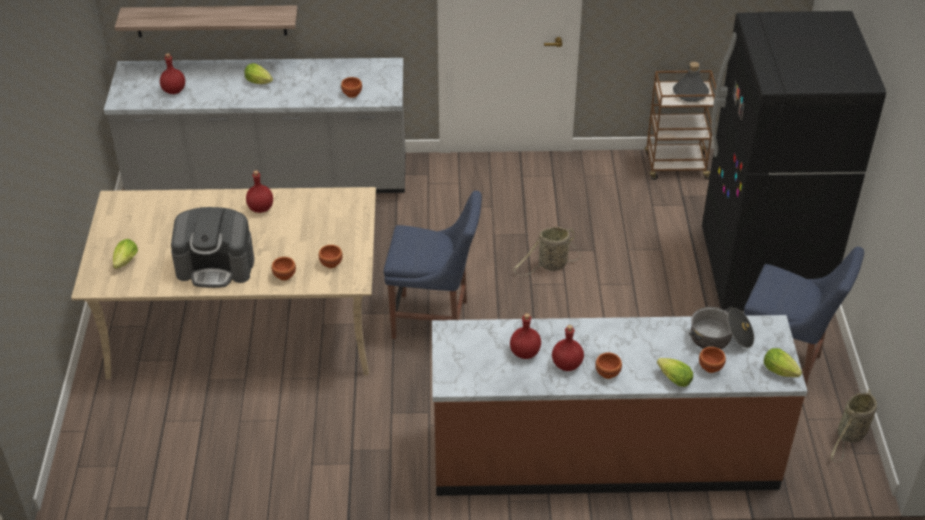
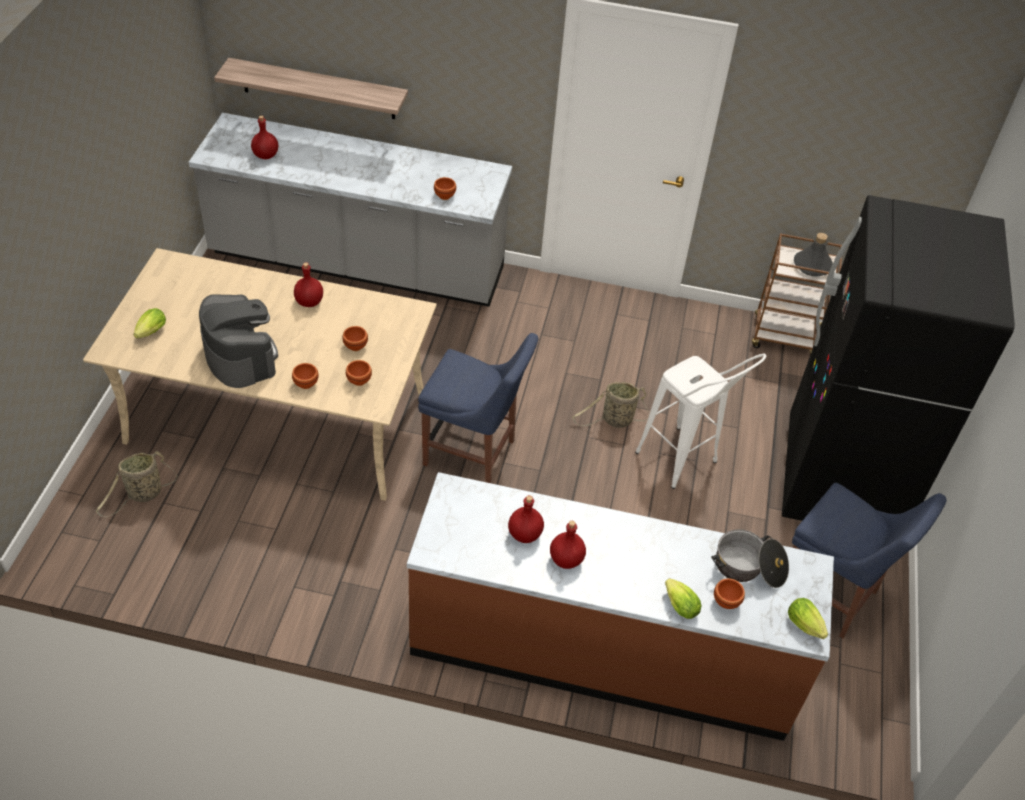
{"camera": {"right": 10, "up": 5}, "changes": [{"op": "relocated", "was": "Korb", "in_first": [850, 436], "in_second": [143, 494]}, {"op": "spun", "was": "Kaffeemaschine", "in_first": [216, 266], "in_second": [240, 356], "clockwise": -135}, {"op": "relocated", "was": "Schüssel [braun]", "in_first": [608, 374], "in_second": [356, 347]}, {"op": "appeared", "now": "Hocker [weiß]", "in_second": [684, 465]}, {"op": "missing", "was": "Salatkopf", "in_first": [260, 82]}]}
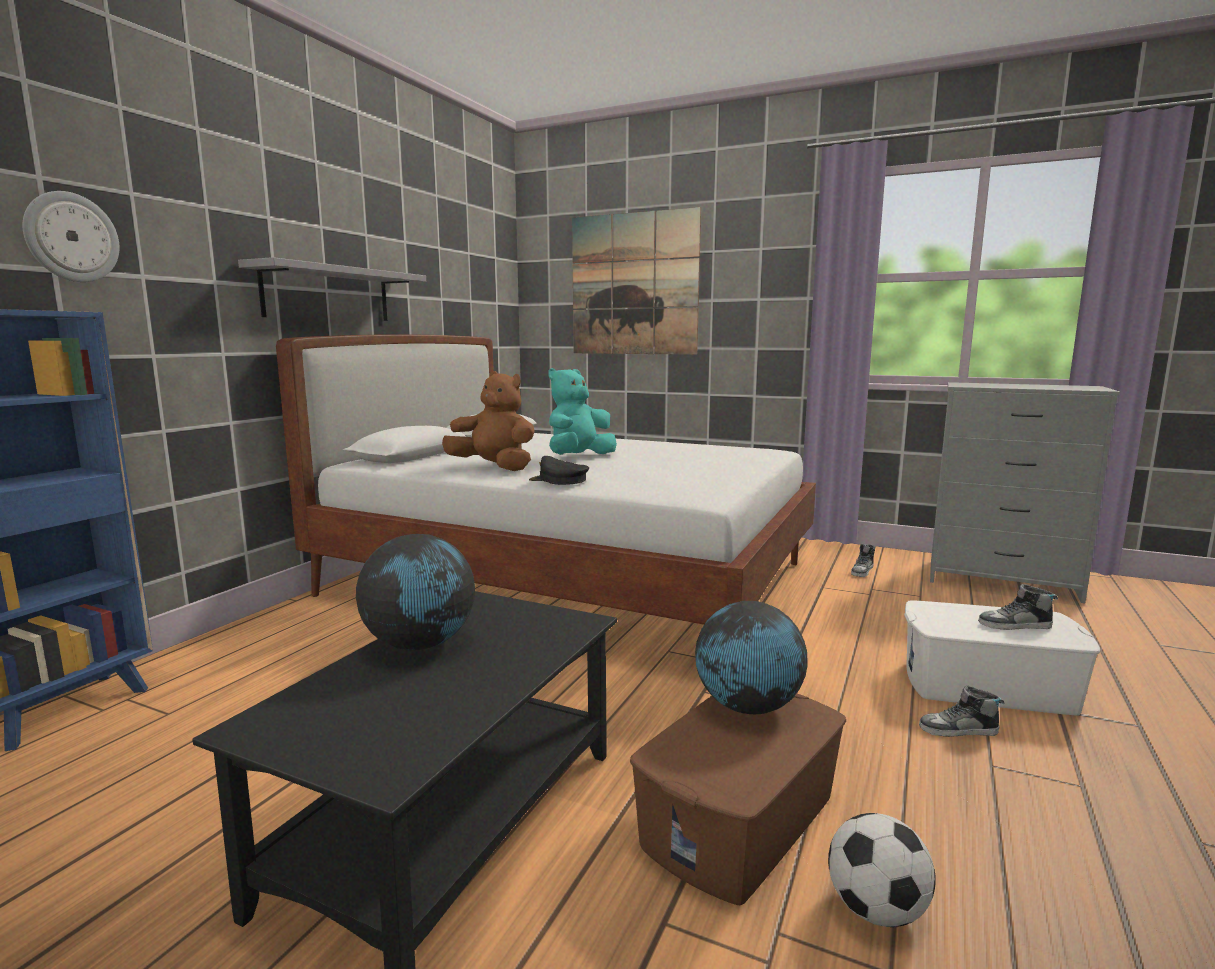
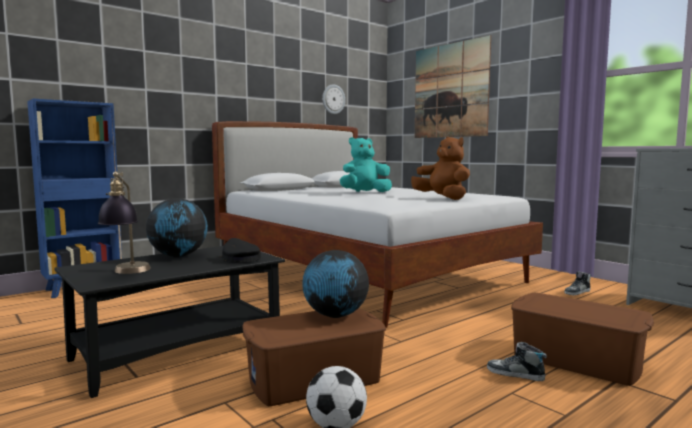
{"camera": {"right": 25, "up": -5}, "changes": [{"op": "appeared", "now": "Tischlampe", "in_second": [127, 273]}, {"op": "relocated", "was": "Kappe [schwarz]", "in_first": [558, 480], "in_second": [239, 259]}, {"op": "relocated", "was": "Wanduhr", "in_first": [71, 237], "in_second": [333, 99]}, {"op": "relocated", "was": "Plüschtier [braun]", "in_first": [494, 468], "in_second": [442, 198]}, {"op": "colour", "was": "Aufbewahrungsbox [weiß]", "now": "Aufbewahrungsbox [braun]", "in_first": [988, 687], "in_second": [576, 360]}, {"op": "missing", "was": "Wandregal [grau]", "in_first": [328, 294]}, {"op": "missing", "was": "Schuh", "in_first": [1015, 625]}]}
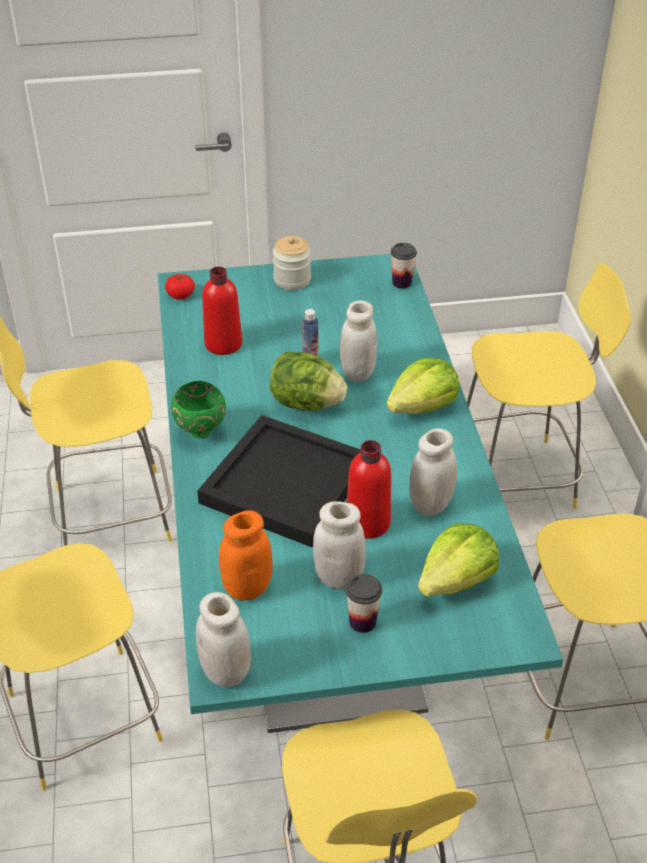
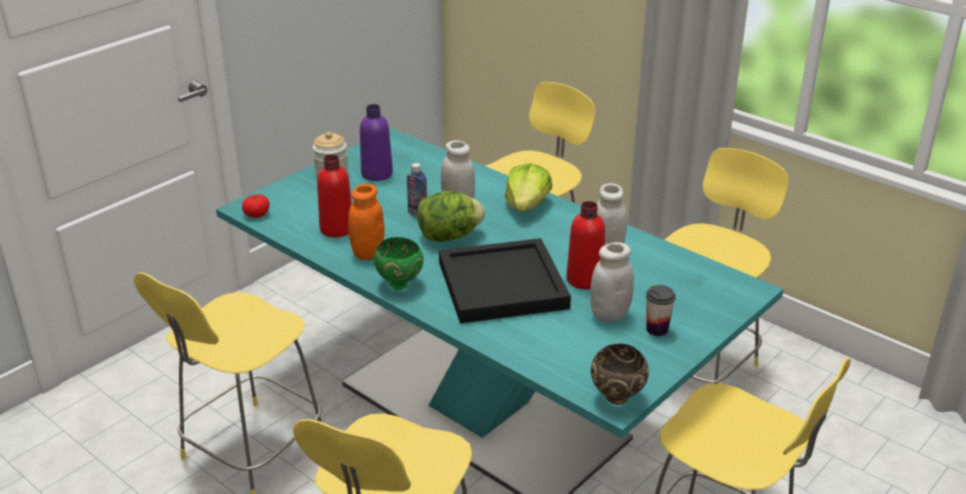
{"camera": {"right": -40, "up": -10}, "changes": [{"op": "relocated", "was": "Vorratsglas [orange]", "in_first": [247, 588], "in_second": [368, 253]}, {"op": "appeared", "now": "Flasche [lila]", "in_second": [377, 174]}, {"op": "exchanged", "was": "Vorratsglas [weiß]", "now": "Schüssel [braun]", "in_first": [226, 672], "in_second": [617, 399]}, {"op": "missing", "was": "Tasse", "in_first": [401, 283]}, {"op": "missing", "was": "Salatkopf", "in_first": [456, 580]}]}
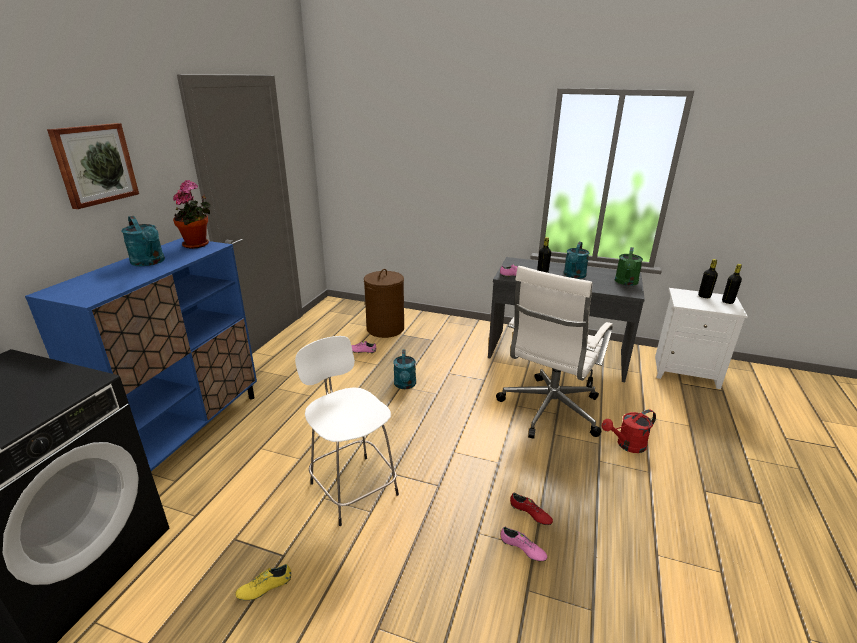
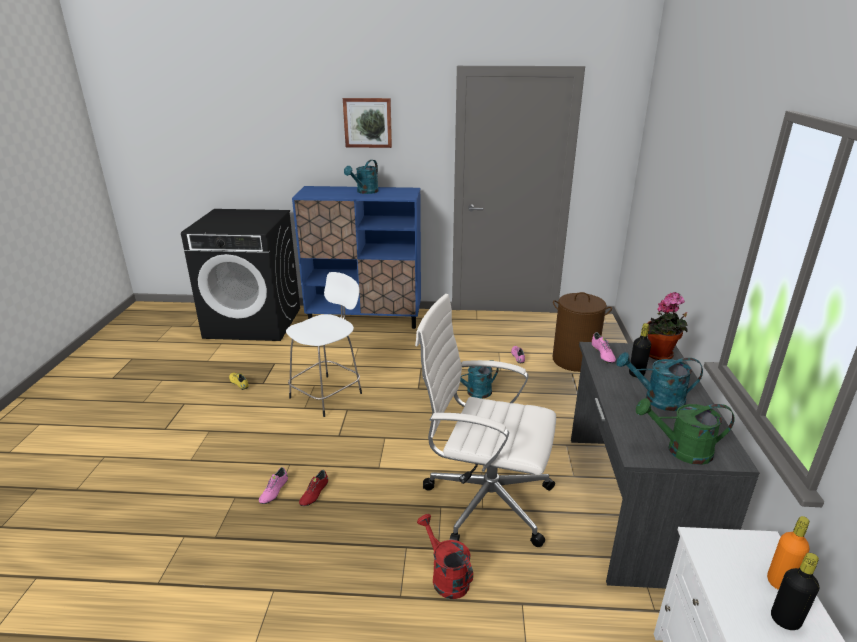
{"camera": {"right": 75, "up": 0}, "changes": [{"op": "relocated", "was": "Topfpflanze", "in_first": [198, 245], "in_second": [660, 356]}, {"op": "colour", "was": "Flasche [schwarz]", "now": "Flasche [orange]", "in_first": [704, 296], "in_second": [779, 581]}]}
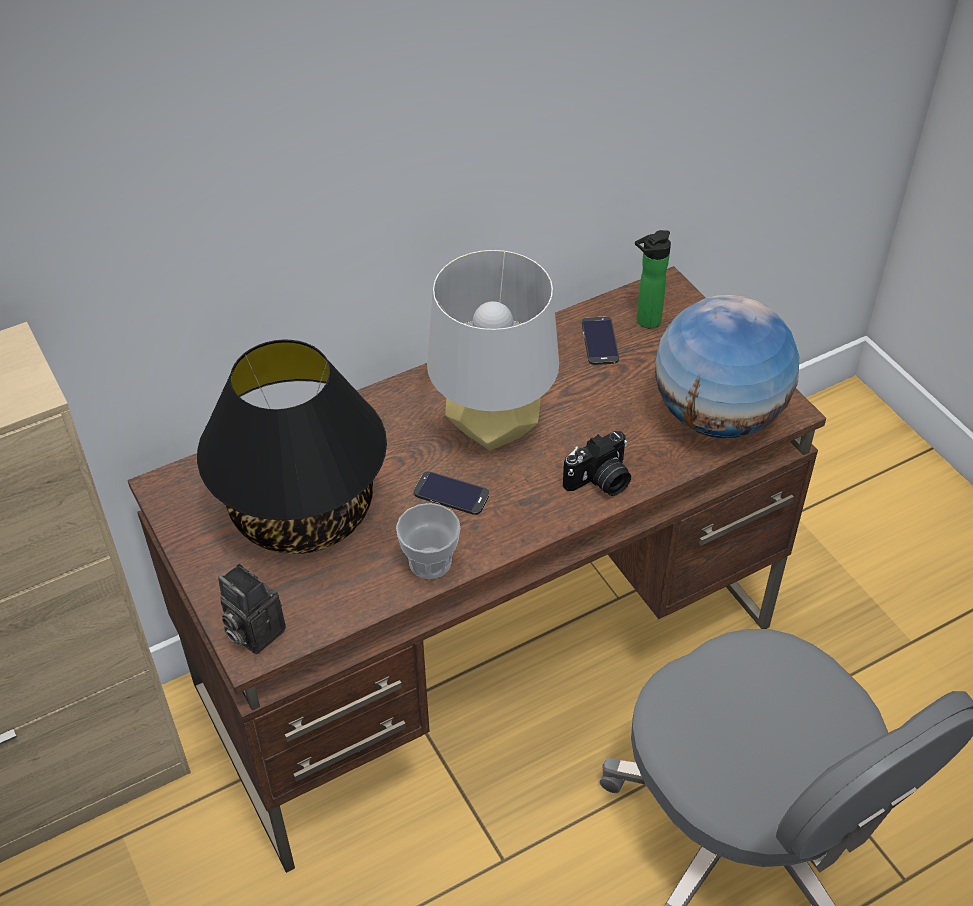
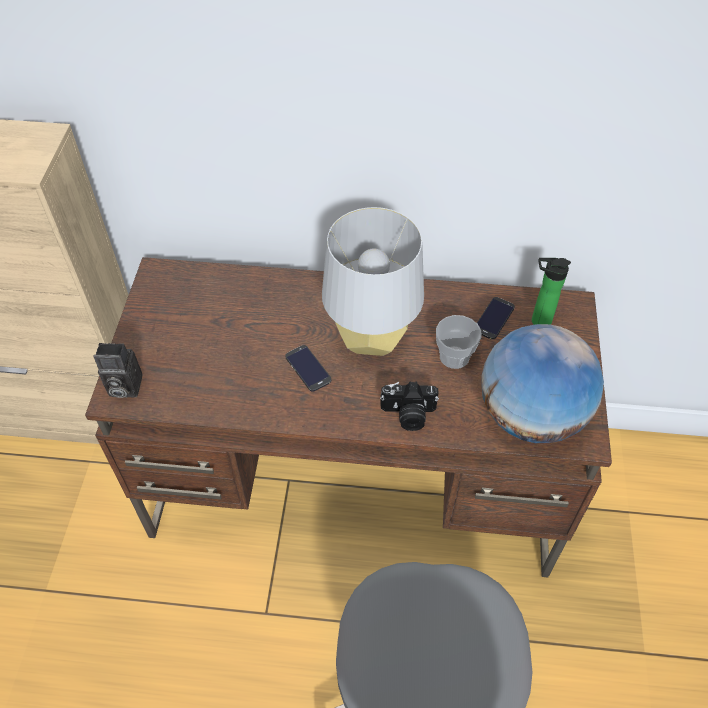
{"camera": {"right": 35, "up": 5}, "changes": [{"op": "spun", "was": "Kamera", "in_first": [252, 631], "in_second": [123, 387], "clockwise": -75}, {"op": "relocated", "was": "Tasse", "in_first": [430, 562], "in_second": [454, 356]}, {"op": "missing", "was": "Tischlampe [schwarz]", "in_first": [301, 512]}]}
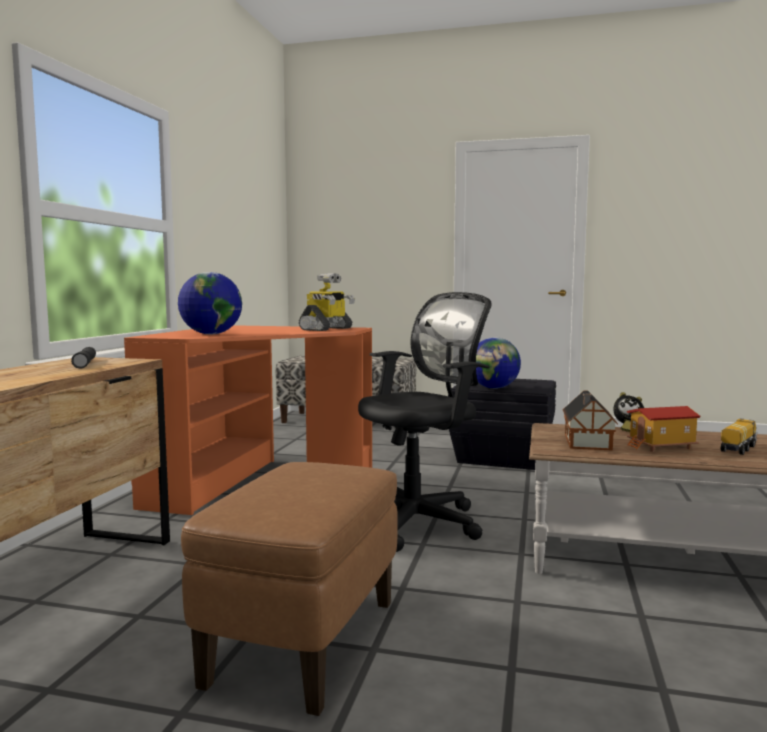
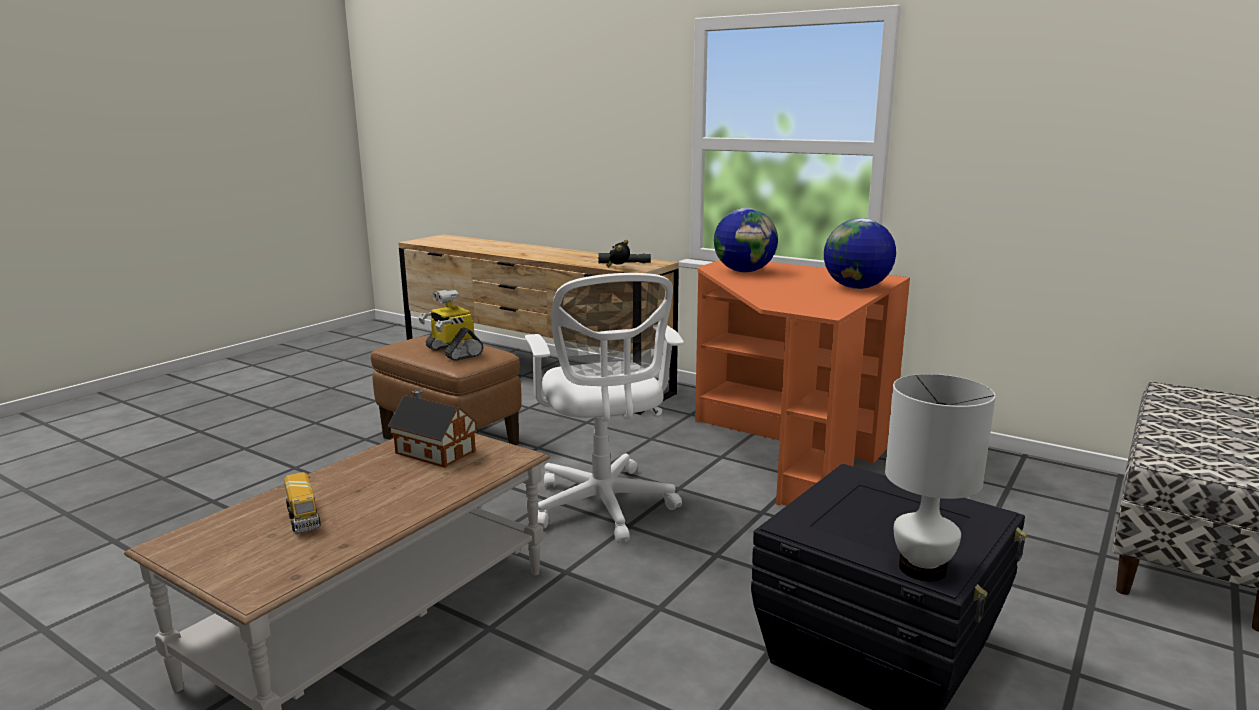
{"camera": {"right": 110, "up": 10}, "changes": [{"op": "relocated", "was": "Spielzeugroboter", "in_first": [326, 329], "in_second": [453, 352]}, {"op": "colour", "was": "Bürostuhl [schwarz]", "now": "Bürostuhl [weiß]", "in_first": [417, 522], "in_second": [604, 508]}, {"op": "relocated", "was": "Wecker", "in_first": [626, 429], "in_second": [618, 268]}, {"op": "relocated", "was": "Globus", "in_first": [494, 388], "in_second": [856, 288]}, {"op": "appeared", "now": "Tischlampe [weiß]", "in_second": [923, 569]}, {"op": "missing", "was": "Spielzeughaus", "in_first": [661, 447]}]}
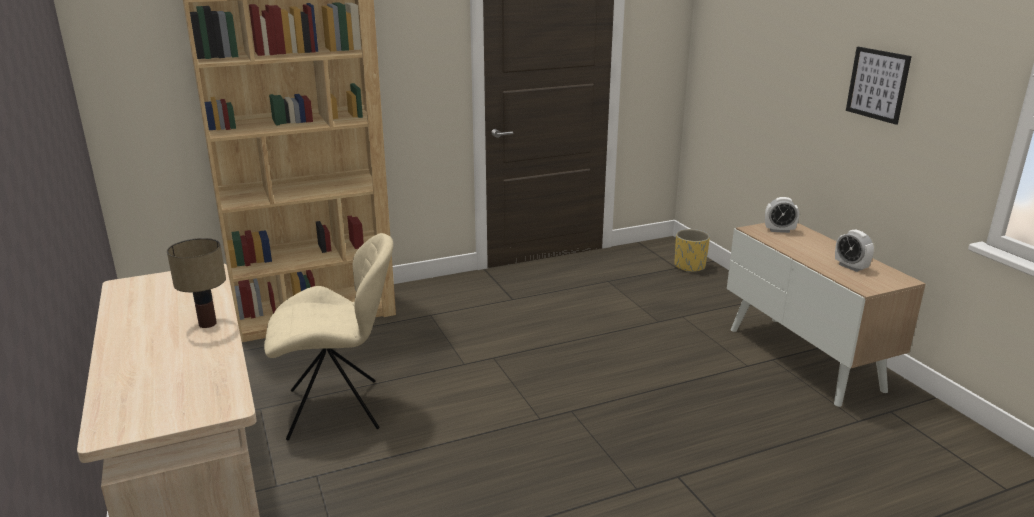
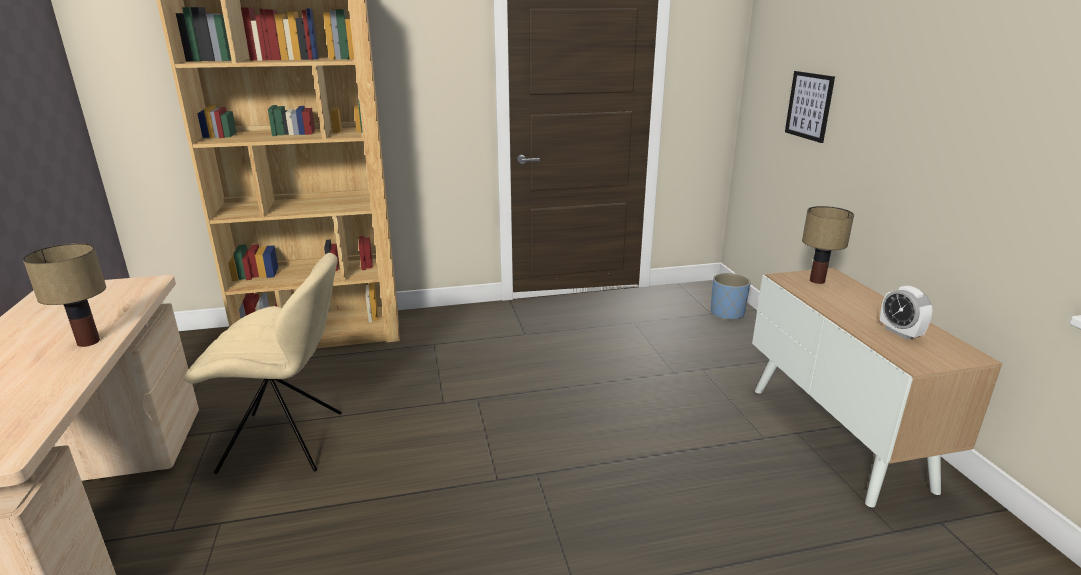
{"camera": {"right": 10, "up": 0}, "changes": [{"op": "colour", "was": "Pflanzkübel [gelb]", "now": "Pflanzkübel [blau]", "in_first": [689, 266], "in_second": [727, 313]}, {"op": "relocated", "was": "Bild", "in_first": [877, 84], "in_second": [809, 106]}, {"op": "exchanged", "was": "Wecker", "now": "Tischlampe", "in_first": [779, 230], "in_second": [817, 280]}]}
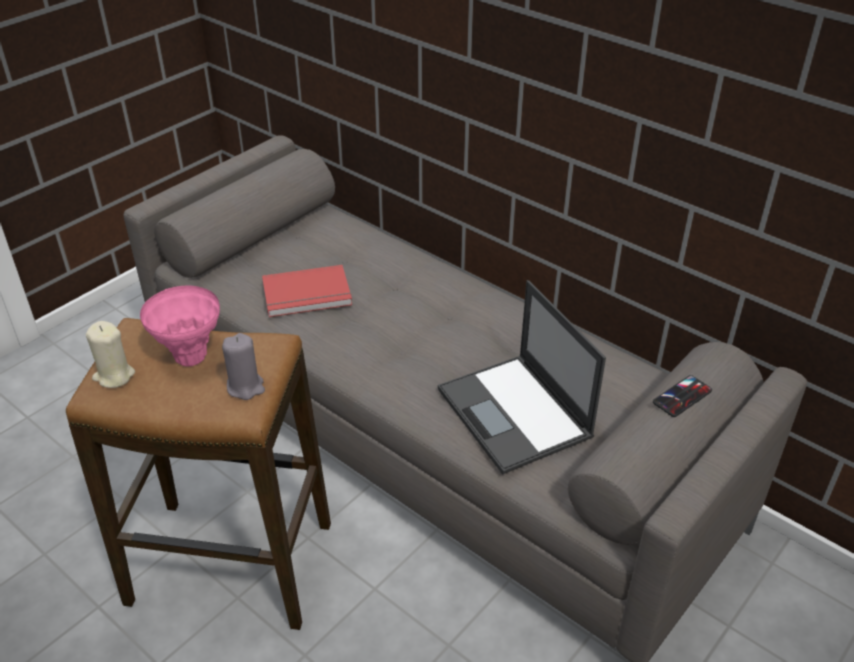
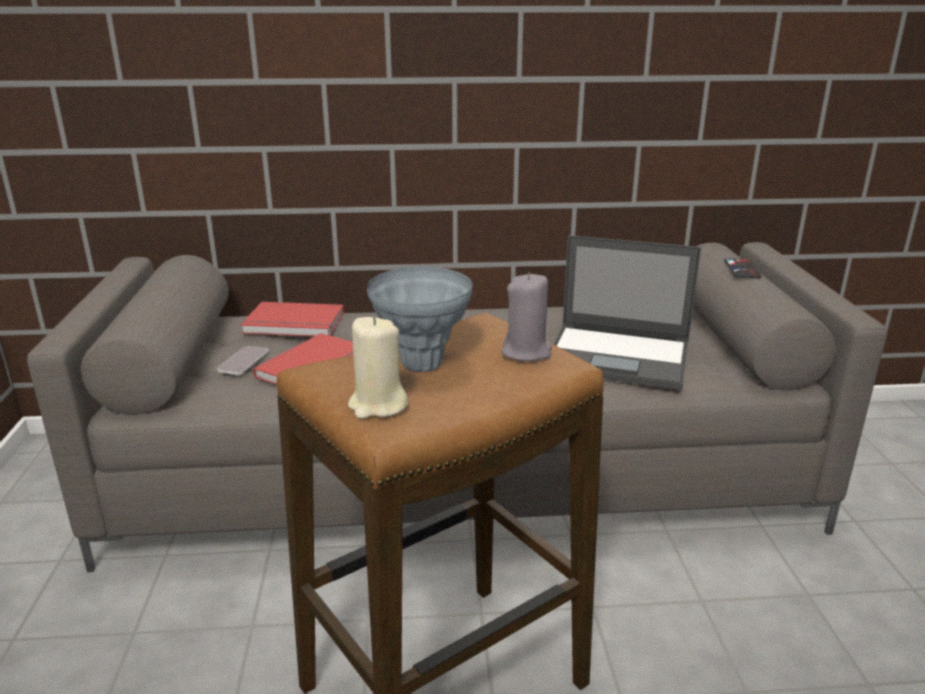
{"camera": {"right": -45, "up": -15}, "changes": [{"op": "appeared", "now": "Handy", "in_second": [243, 361]}, {"op": "appeared", "now": "Buch [rot]", "in_second": [294, 324]}, {"op": "colour", "was": "Vase [rosa]", "now": "Vase [grau]", "in_first": [190, 358], "in_second": [422, 364]}]}
